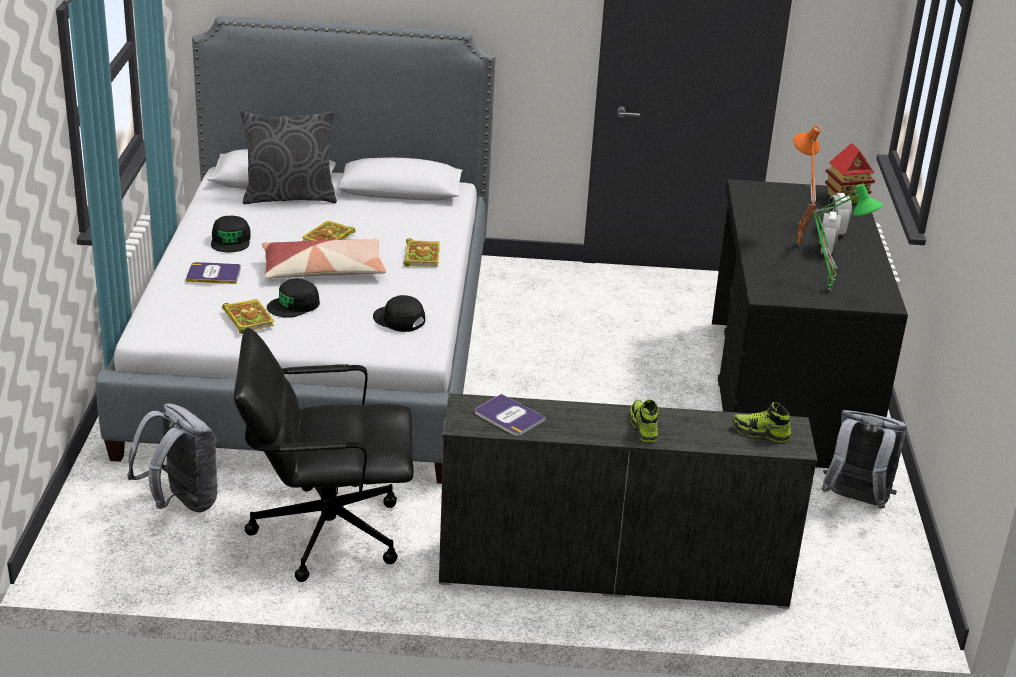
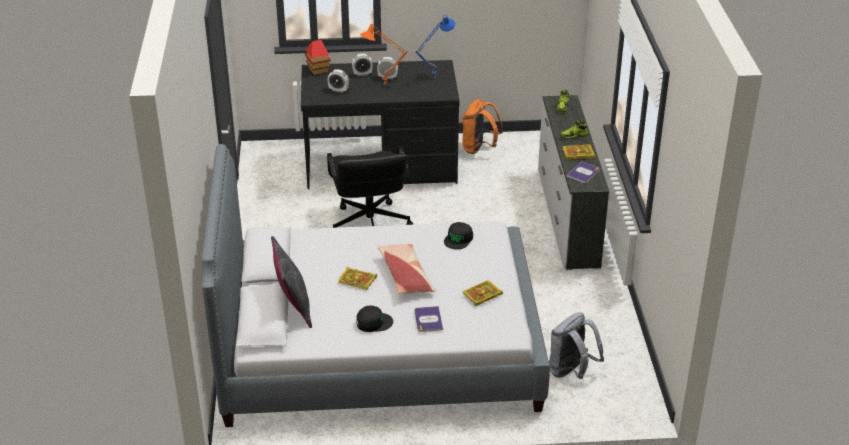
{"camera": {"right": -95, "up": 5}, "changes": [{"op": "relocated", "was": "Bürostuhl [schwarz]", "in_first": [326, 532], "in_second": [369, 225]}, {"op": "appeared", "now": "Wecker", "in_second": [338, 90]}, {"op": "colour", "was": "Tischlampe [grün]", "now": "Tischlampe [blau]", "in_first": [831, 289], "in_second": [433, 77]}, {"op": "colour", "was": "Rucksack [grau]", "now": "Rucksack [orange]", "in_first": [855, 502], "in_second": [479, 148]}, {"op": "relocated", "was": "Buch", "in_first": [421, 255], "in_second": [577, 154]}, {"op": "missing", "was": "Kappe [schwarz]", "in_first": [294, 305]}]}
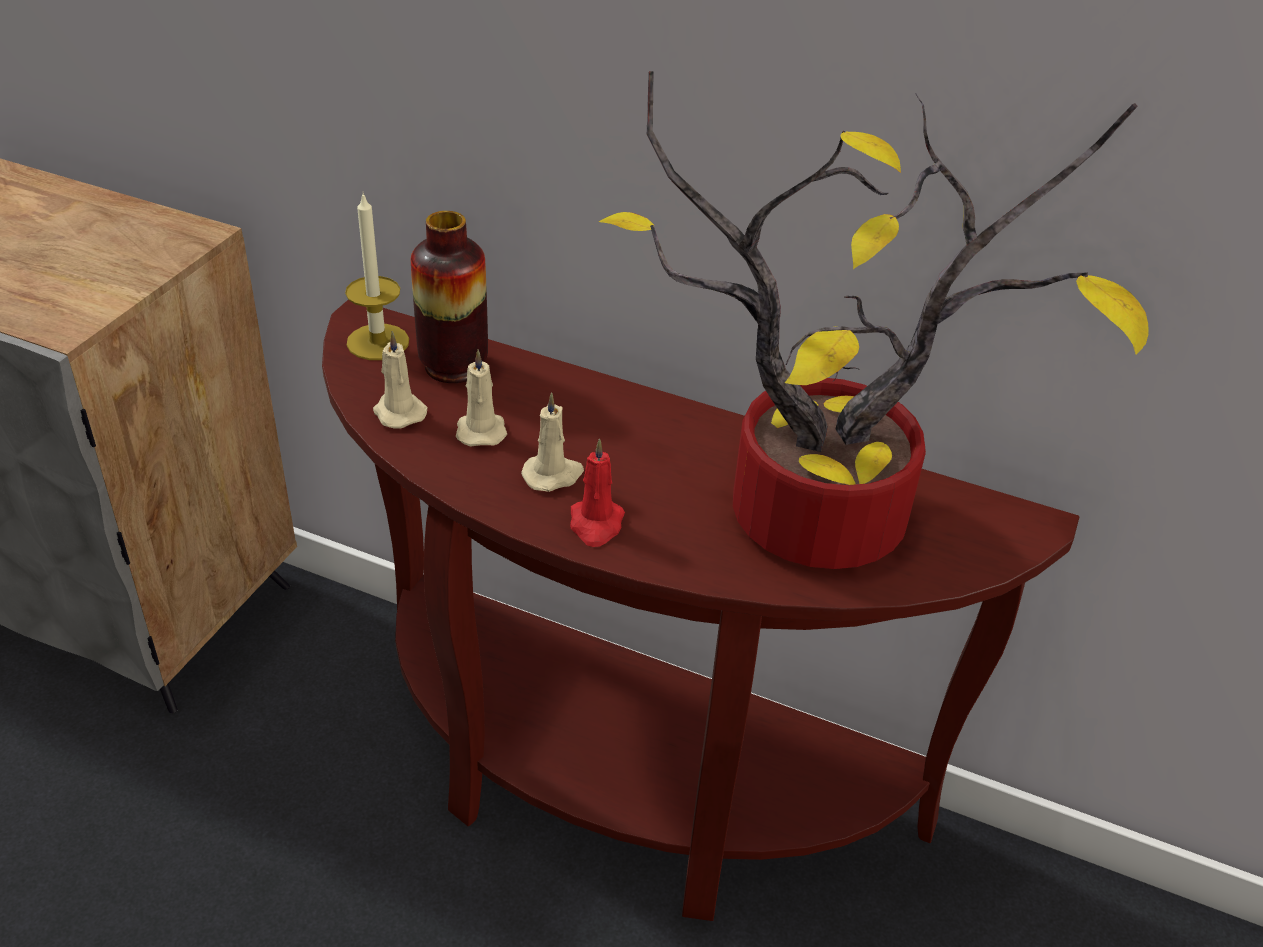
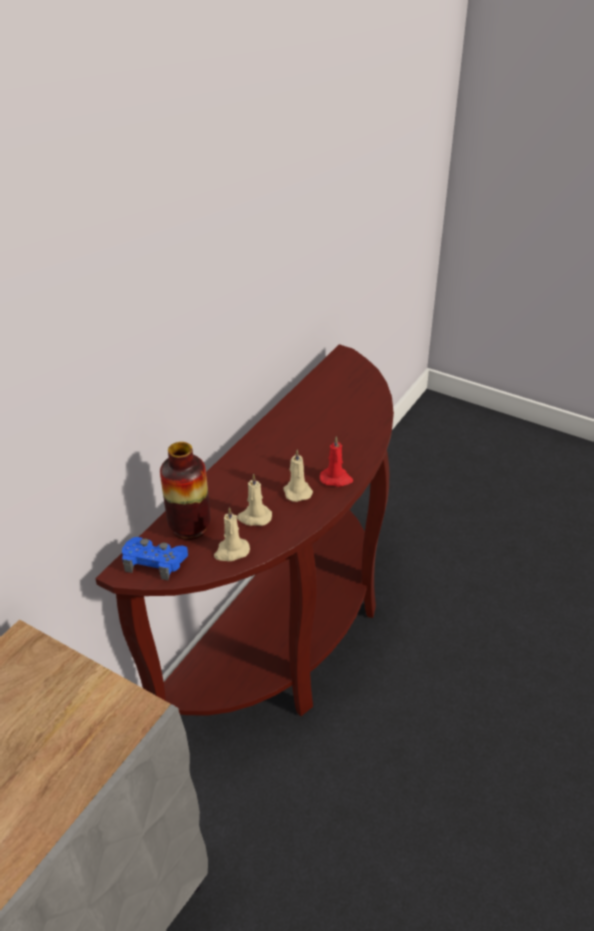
{"camera": {"right": -80, "up": 0}, "changes": [{"op": "exchanged", "was": "Kerze", "now": "Gamepad [blau]", "in_first": [378, 342], "in_second": [155, 562]}, {"op": "missing", "was": "Topfpflanze", "in_first": [829, 508]}]}
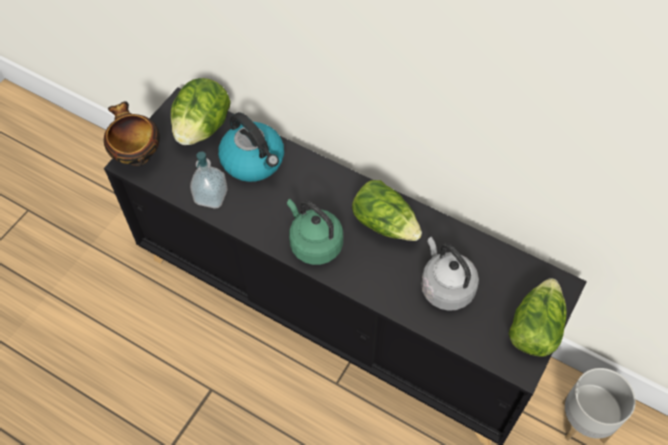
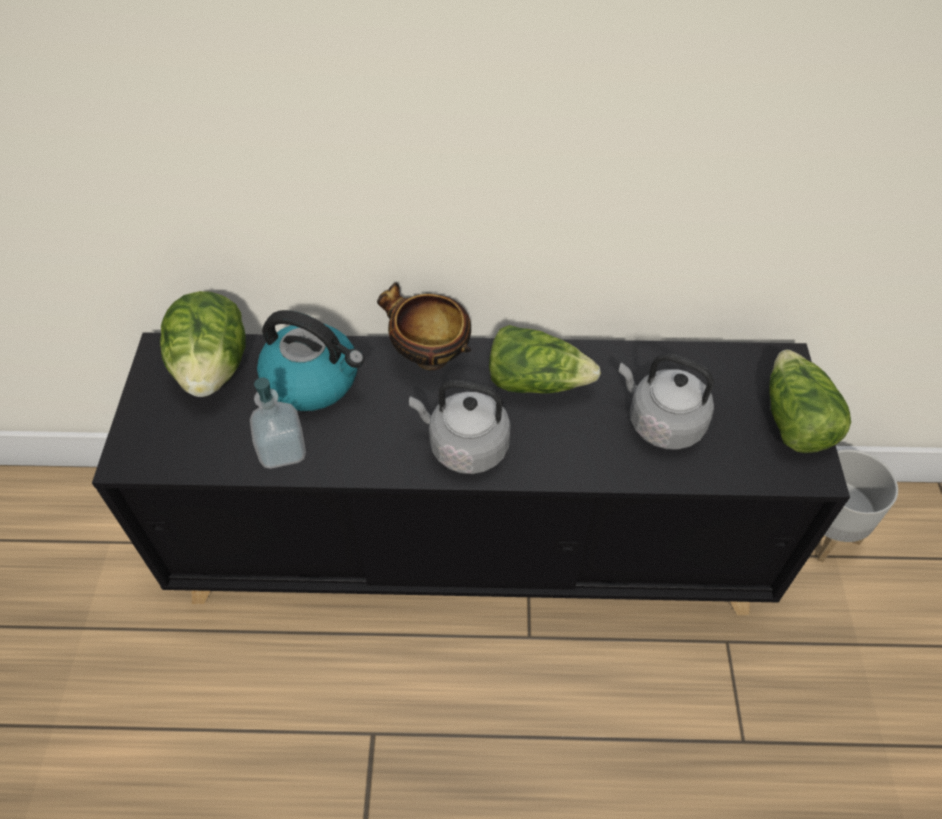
{"camera": {"right": -30, "up": -5}, "changes": [{"op": "relocated", "was": "Schüssel", "in_first": [137, 155], "in_second": [428, 357]}, {"op": "colour", "was": "Wasserkessel [grün]", "now": "Wasserkessel [grau]", "in_first": [314, 244], "in_second": [464, 446]}]}
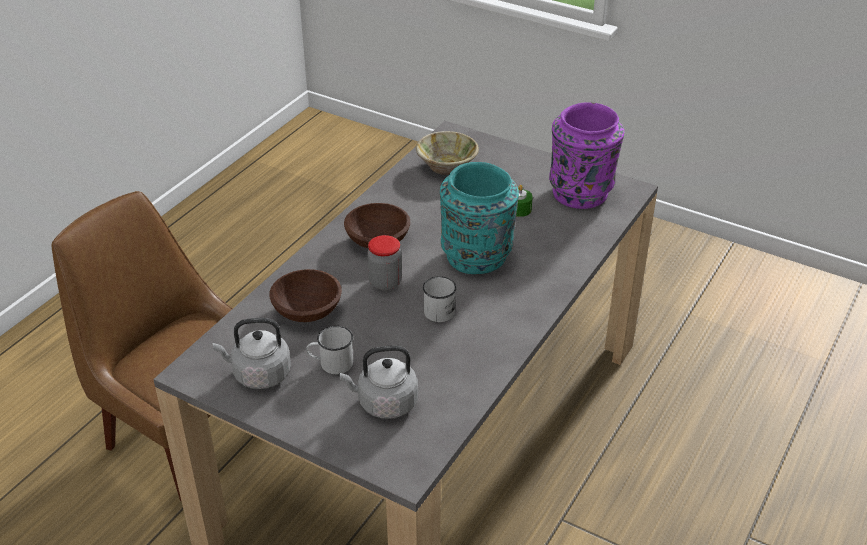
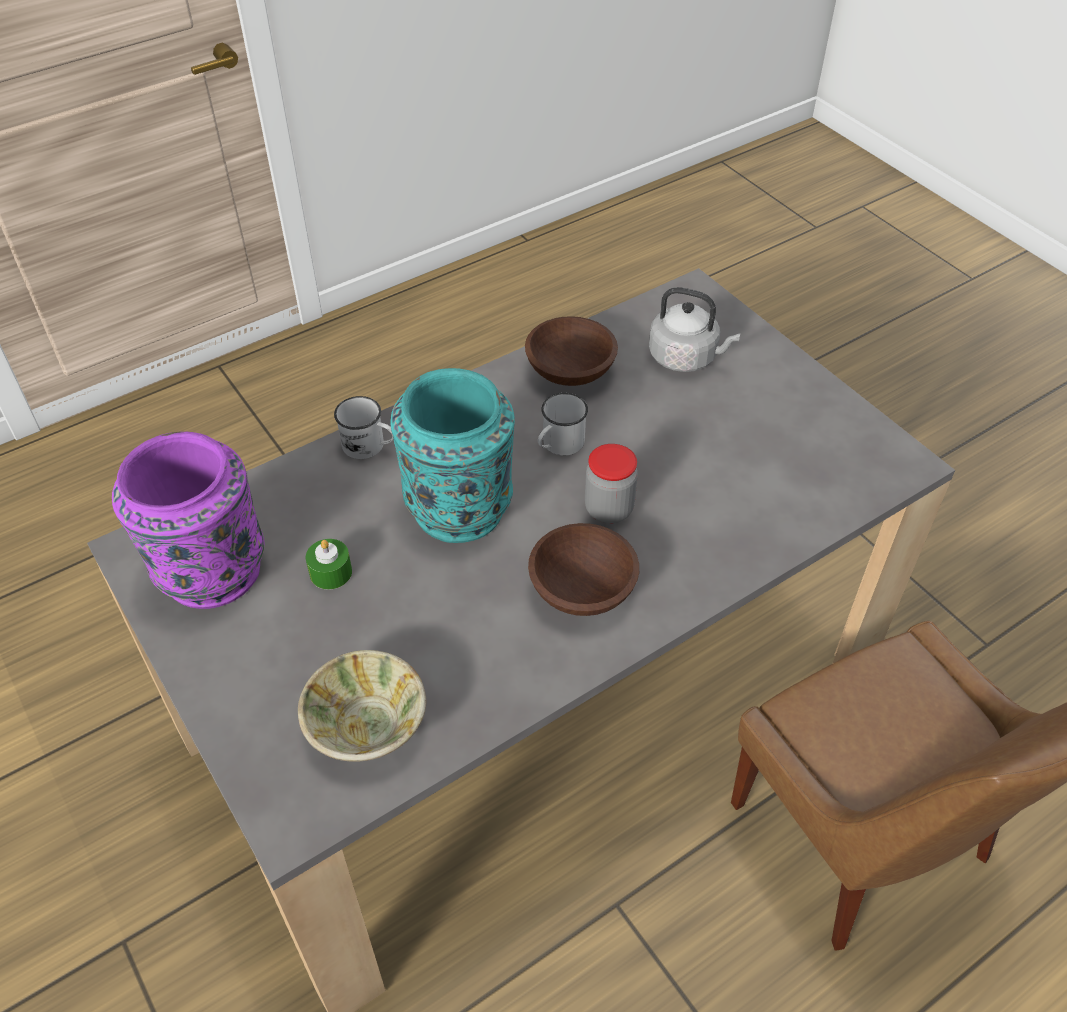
{"camera": {"right": -155, "up": 10}, "changes": [{"op": "relocated", "was": "Henkelbecher [weiß]", "in_first": [331, 363], "in_second": [369, 446]}, {"op": "relocated", "was": "Schüssel [braun]", "in_first": [307, 311], "in_second": [570, 369]}, {"op": "missing", "was": "Wasserkessel [grau]", "in_first": [258, 374]}]}
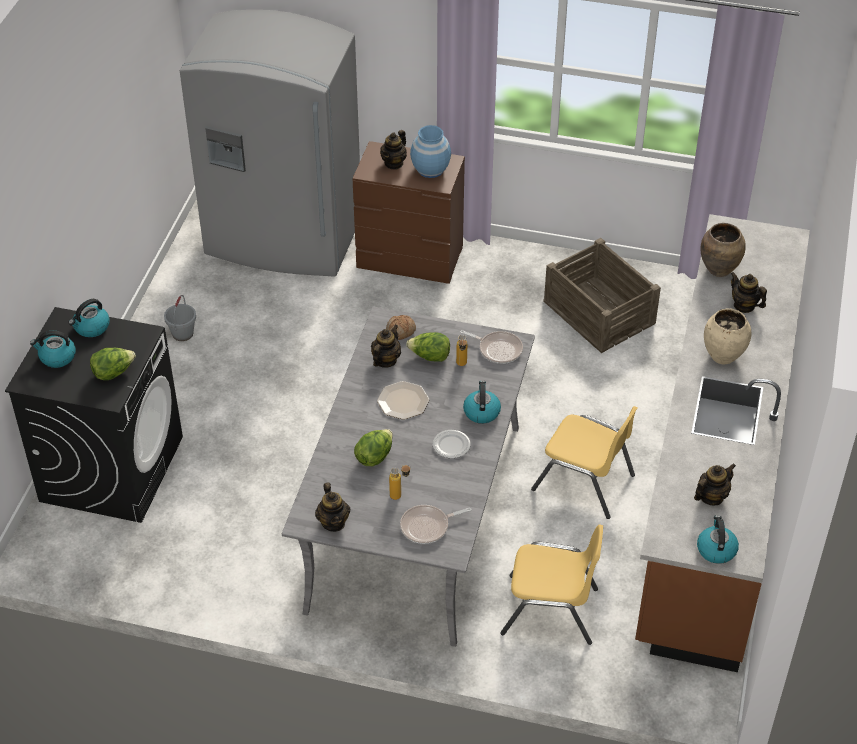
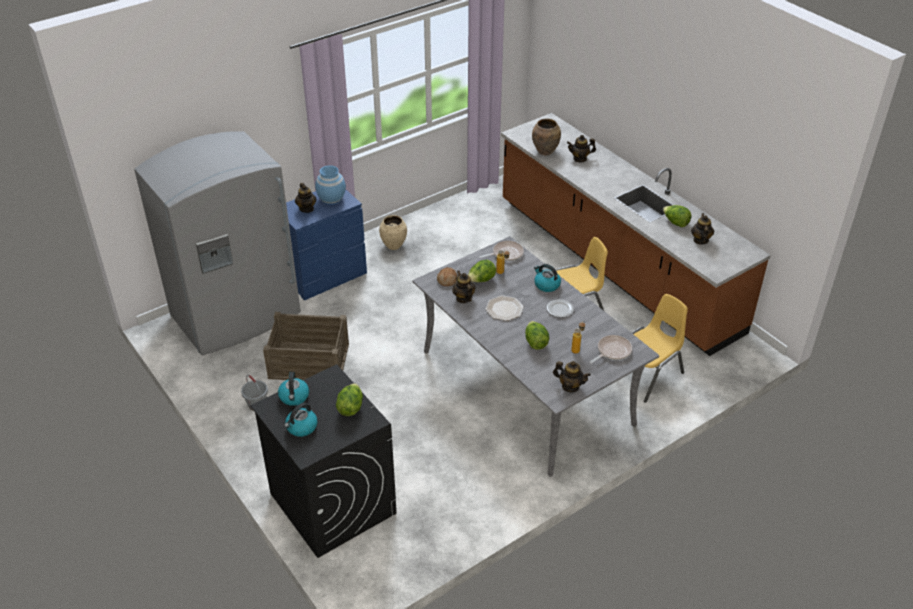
{"camera": {"right": -50, "up": -5}, "changes": [{"op": "relocated", "was": "Kiste", "in_first": [599, 311], "in_second": [308, 360]}, {"op": "colour", "was": "Kommode [braun]", "now": "Kommode [blau]", "in_first": [410, 258], "in_second": [326, 276]}, {"op": "relocated", "was": "Vase [beige]", "in_first": [722, 356], "in_second": [393, 246]}, {"op": "spun", "was": "Pfanne", "in_first": [427, 527], "in_second": [612, 351], "clockwise": -150}, {"op": "appeared", "now": "Salatkopf", "in_second": [675, 223]}, {"op": "missing", "was": "Wasserkessel", "in_first": [716, 549]}]}
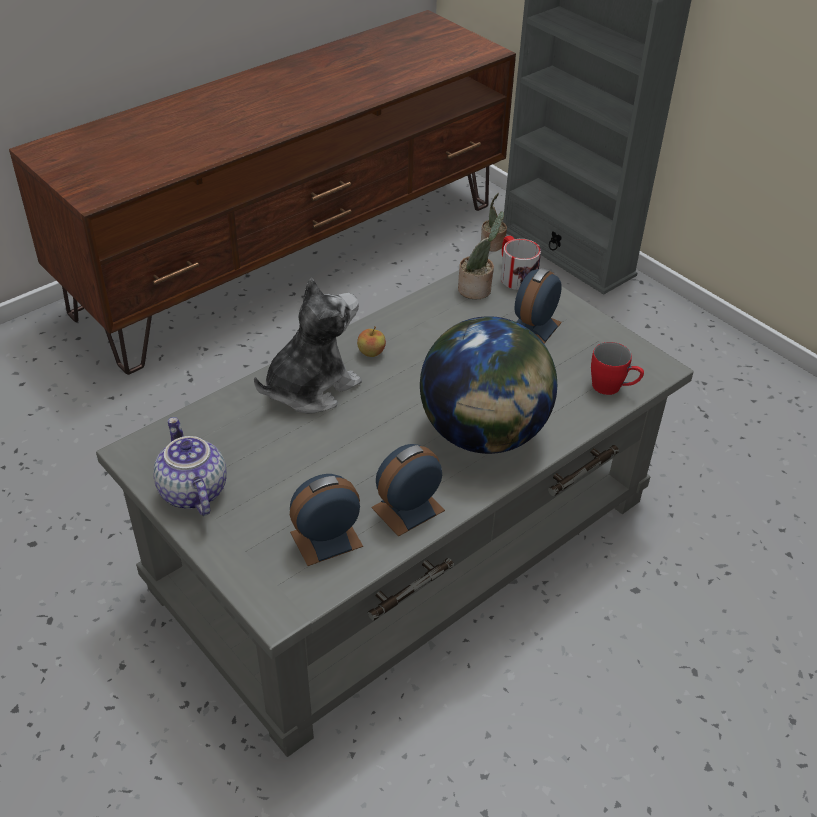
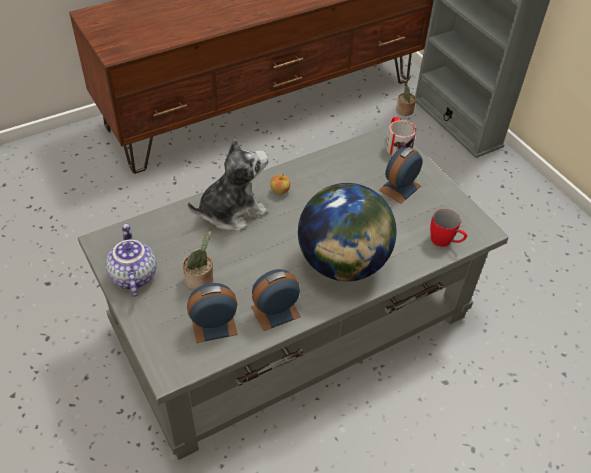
{"camera": {"right": 10, "up": 5}, "changes": [{"op": "relocated", "was": "Topfpflanze", "in_first": [477, 290], "in_second": [201, 281]}]}
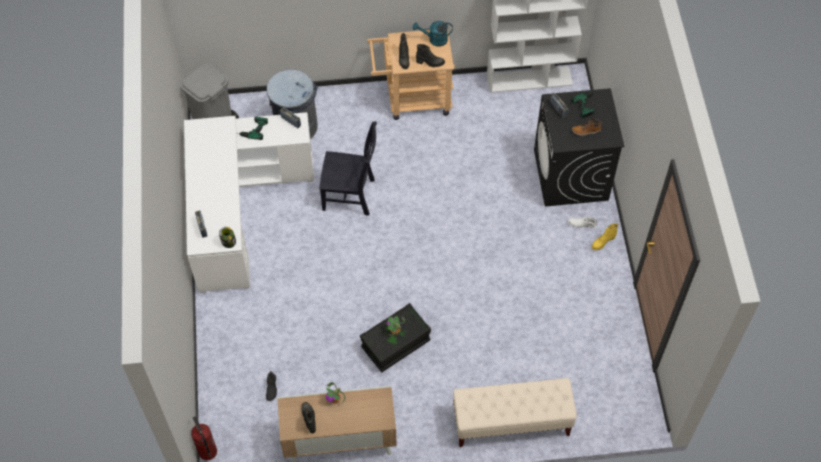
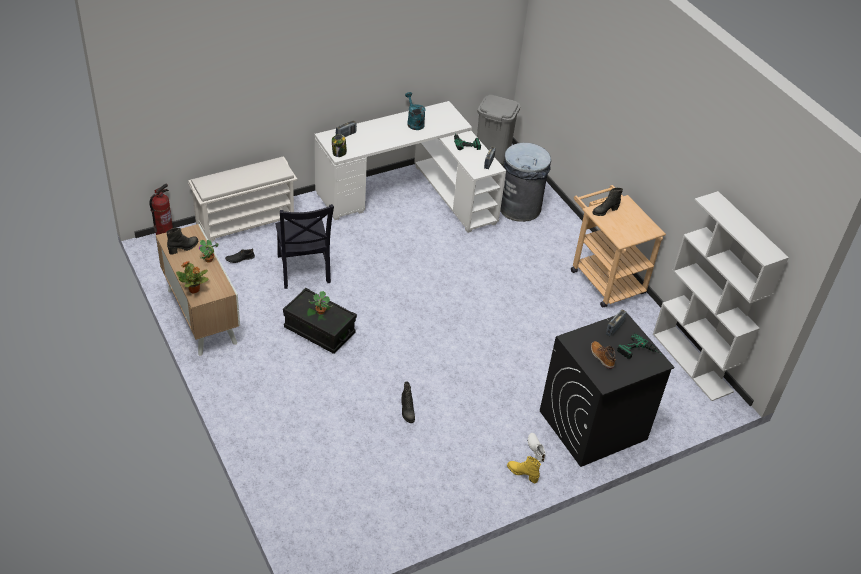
{"camera": {"right": 65, "up": -15}, "changes": [{"op": "appeared", "now": "Topfpflanze", "in_second": [194, 290]}, {"op": "appeared", "now": "Schuhregal [weiß]", "in_second": [246, 222]}, {"op": "relocated", "was": "Stuhl [schwarz]", "in_first": [351, 195], "in_second": [303, 271]}, {"op": "relocated", "was": "Stiefel [schwarz]", "in_first": [430, 63], "in_second": [407, 411]}, {"op": "relocated", "was": "Gießkanne [türkis]", "in_first": [434, 39], "in_second": [414, 122]}, {"op": "missing", "was": "Bank [beige]", "in_first": [511, 422]}]}
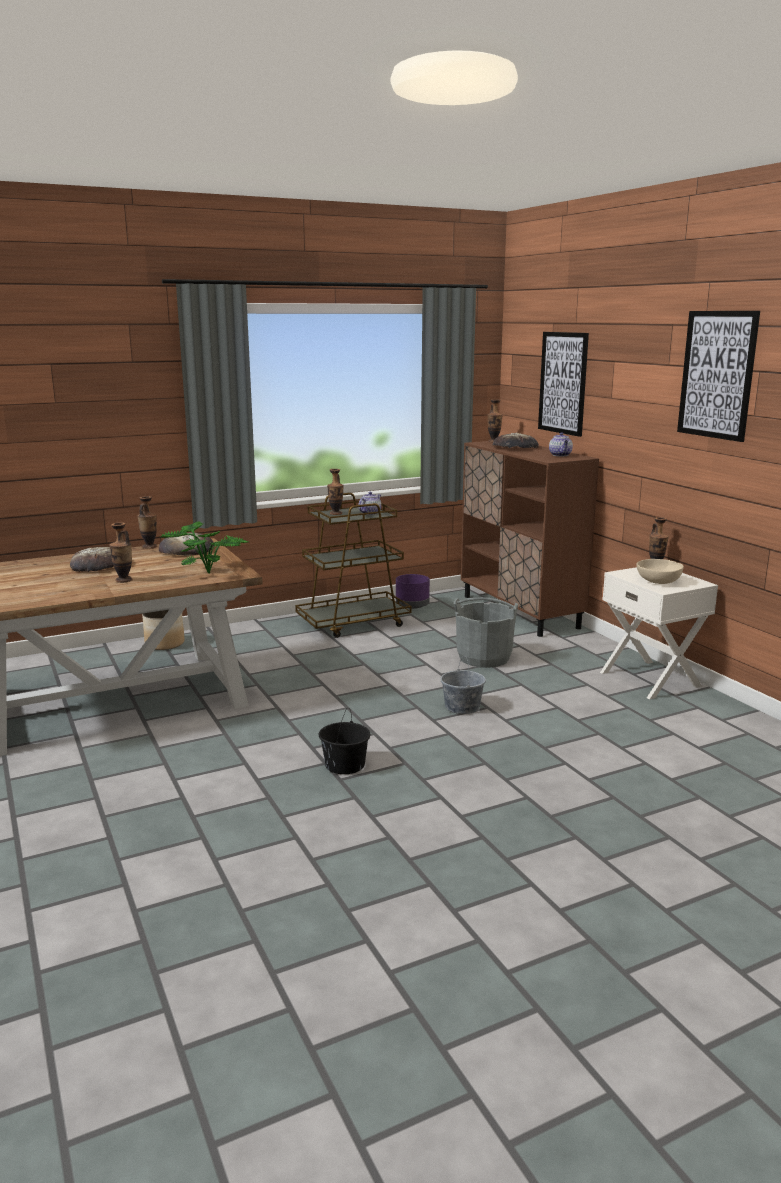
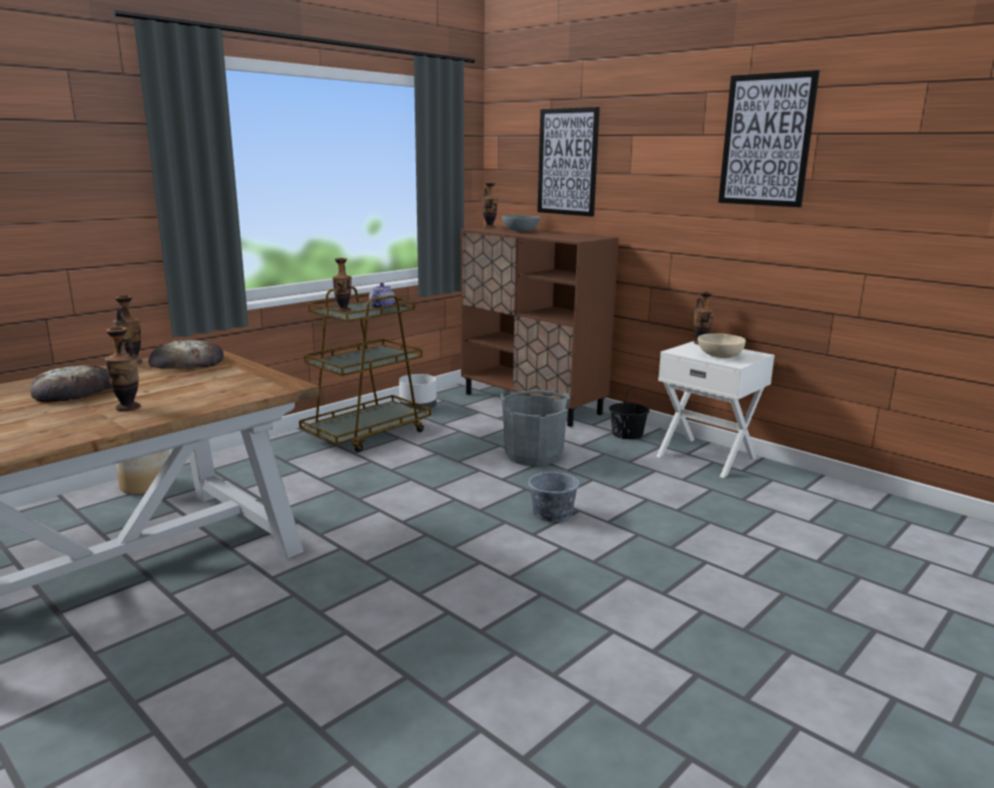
{"camera": {"right": -20, "up": 0}, "changes": [{"op": "colour", "was": "Pflanzkübel [lila]", "now": "Pflanzkübel [weiß]", "in_first": [412, 605], "in_second": [418, 407]}, {"op": "exchanged", "was": "Brot", "now": "Schüssel [grau]", "in_first": [515, 447], "in_second": [520, 231]}, {"op": "relocated", "was": "Eimer [schwarz]", "in_first": [345, 765], "in_second": [627, 434]}, {"op": "missing", "was": "Topfpflanze", "in_first": [207, 572]}, {"op": "missing", "was": "Teekanne", "in_first": [560, 455]}]}
